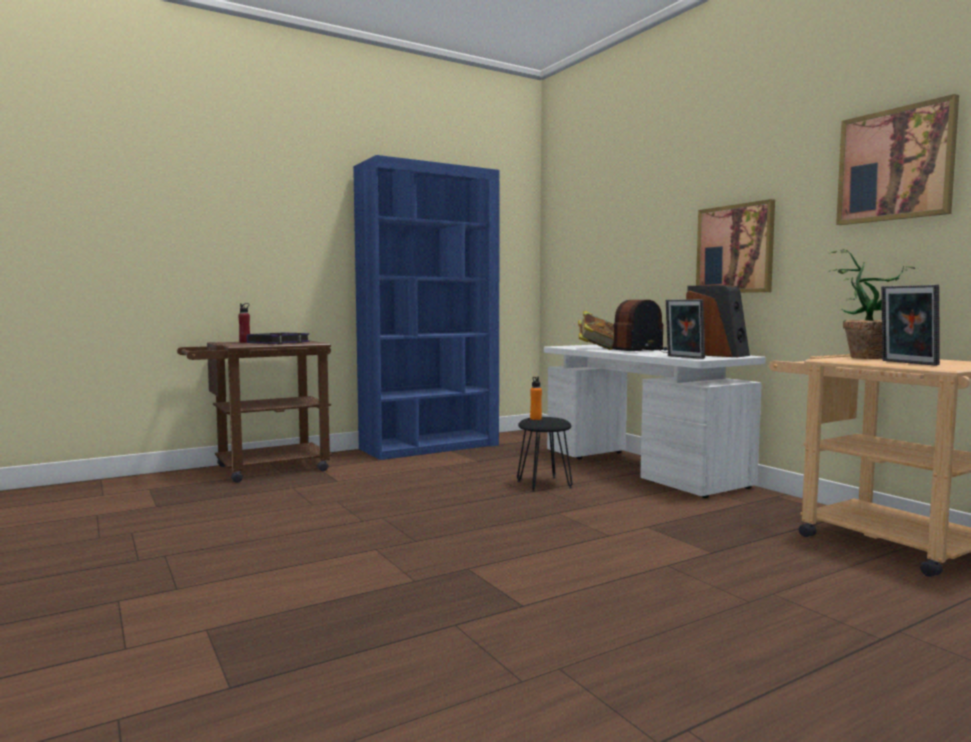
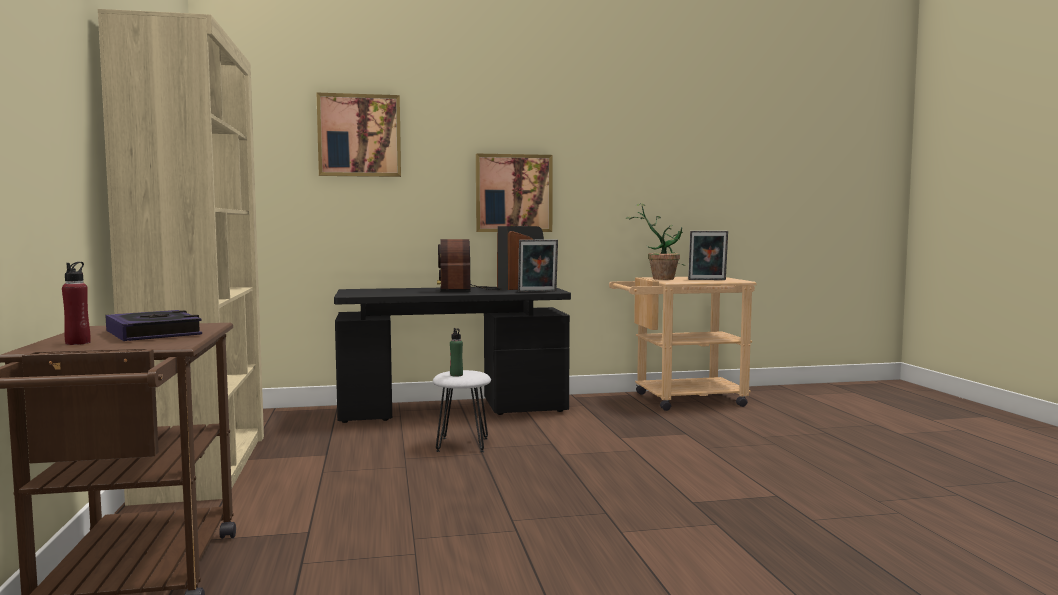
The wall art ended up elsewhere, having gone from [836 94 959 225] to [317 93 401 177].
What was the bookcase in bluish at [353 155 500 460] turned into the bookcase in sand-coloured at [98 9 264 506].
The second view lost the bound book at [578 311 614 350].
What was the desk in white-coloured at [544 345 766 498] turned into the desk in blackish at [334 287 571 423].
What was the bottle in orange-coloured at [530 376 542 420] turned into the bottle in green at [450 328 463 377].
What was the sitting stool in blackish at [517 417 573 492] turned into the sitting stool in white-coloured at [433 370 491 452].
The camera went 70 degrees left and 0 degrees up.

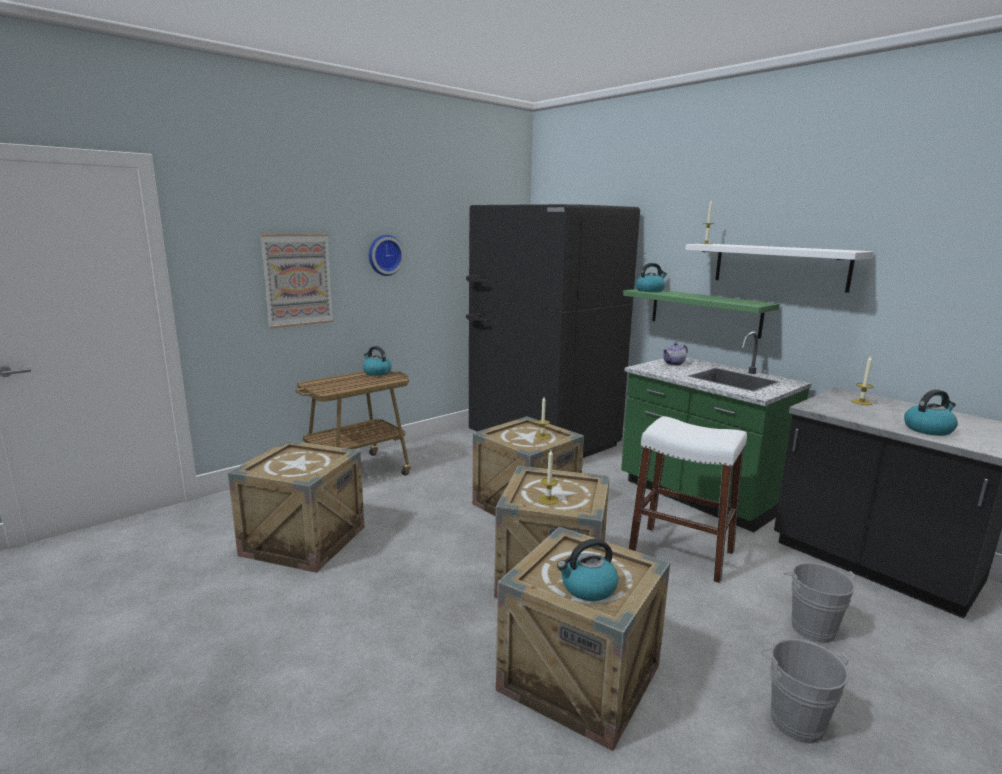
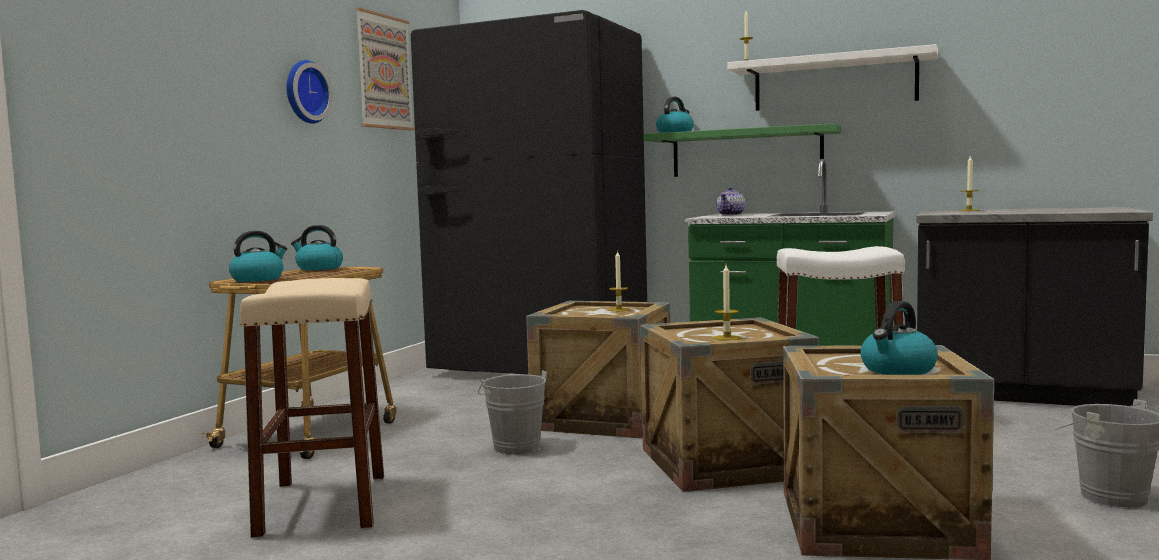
The wall art ended up elsewhere, having gone from [260 234 334 328] to [355 7 415 130].
The kettle ended up elsewhere, having gone from [904 389 958 436] to [229 231 287 282].
Where the crate stood at [228 440 364 573], the sitting stool in sand-coloured came to stand at [240 278 384 538].
The pail in grey ended up elsewhere, having gone from [784 562 856 644] to [478 370 547 455].
The camera went 25 degrees left and 10 degrees down.

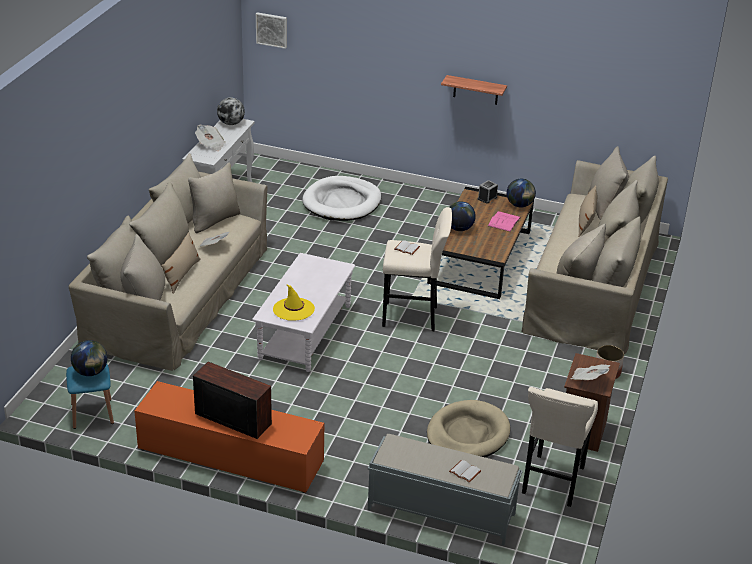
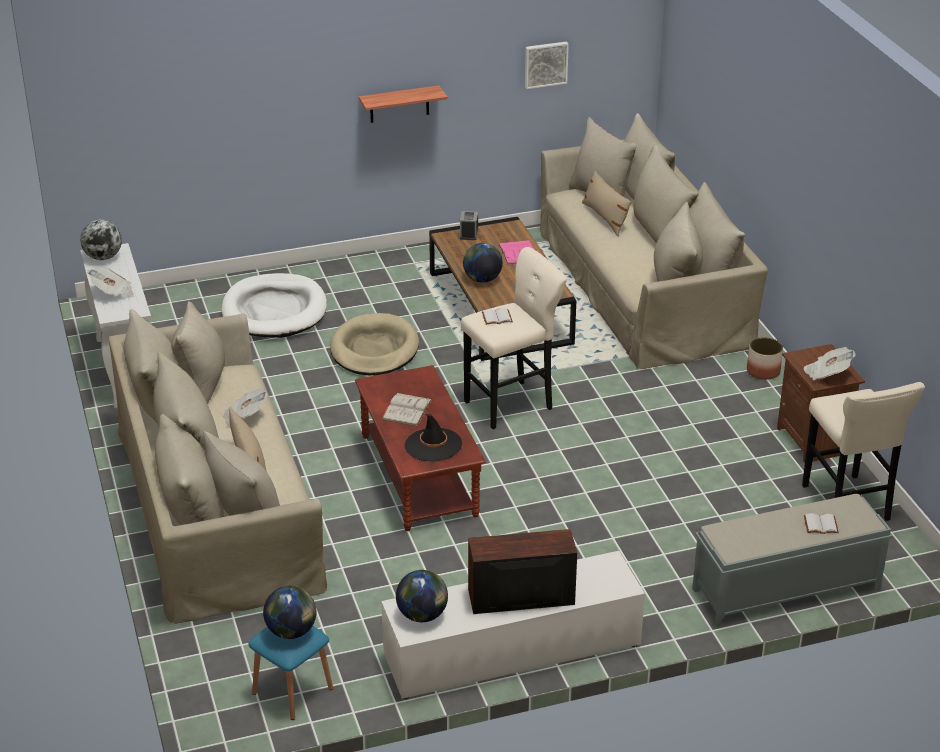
The wall art ended up elsewhere, having gone from [256 12 287 49] to [525 41 569 89].
The world globe ended up elsewhere, having gone from [507 179 536 207] to [396 570 448 622].
What was the lounge table in white-coloured at [252 253 355 372] turned into the lounge table in brown-coloured at [355 365 486 531].
What was the hat in yellow at [273 284 315 321] turned into the hat in blackish at [404 414 462 461].
What was the media console in orange-coloured at [134 381 324 493] turned into the media console in white-coloured at [381 551 645 699].
The pet bed in sand-coloured ended up elsewhere, having gone from [427 400 510 457] to [330 313 419 376].
The second view gained the bound book in white-coloured at [382 393 432 427].
The camera went 35 degrees left and 0 degrees up.

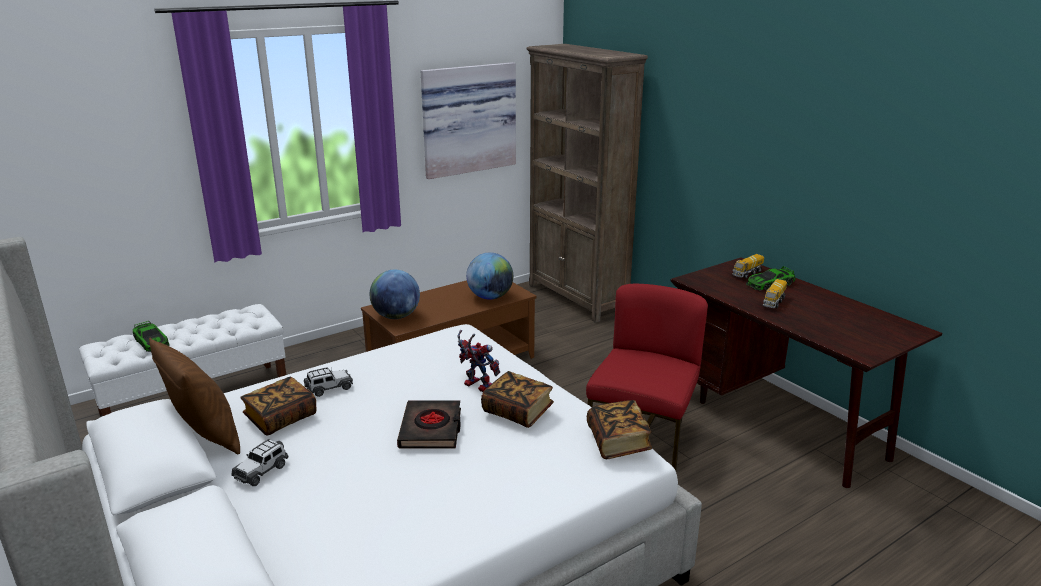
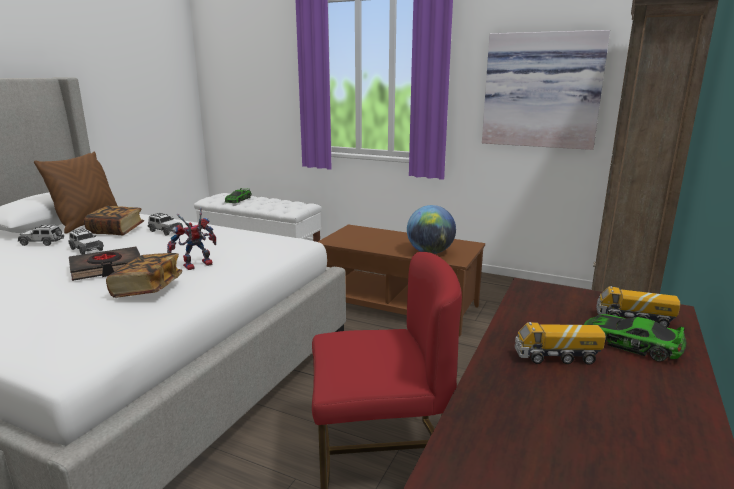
The second view lost the world globe at [370 270 420 319].
The model robot at [457 330 500 392] ended up facing another way, 135 degrees counterclockwise from before.
The second view lost the bound book at [587 400 652 459].
The second view gained the miniature car at [68 228 104 255].
The camera went 60 degrees right and 5 degrees down.

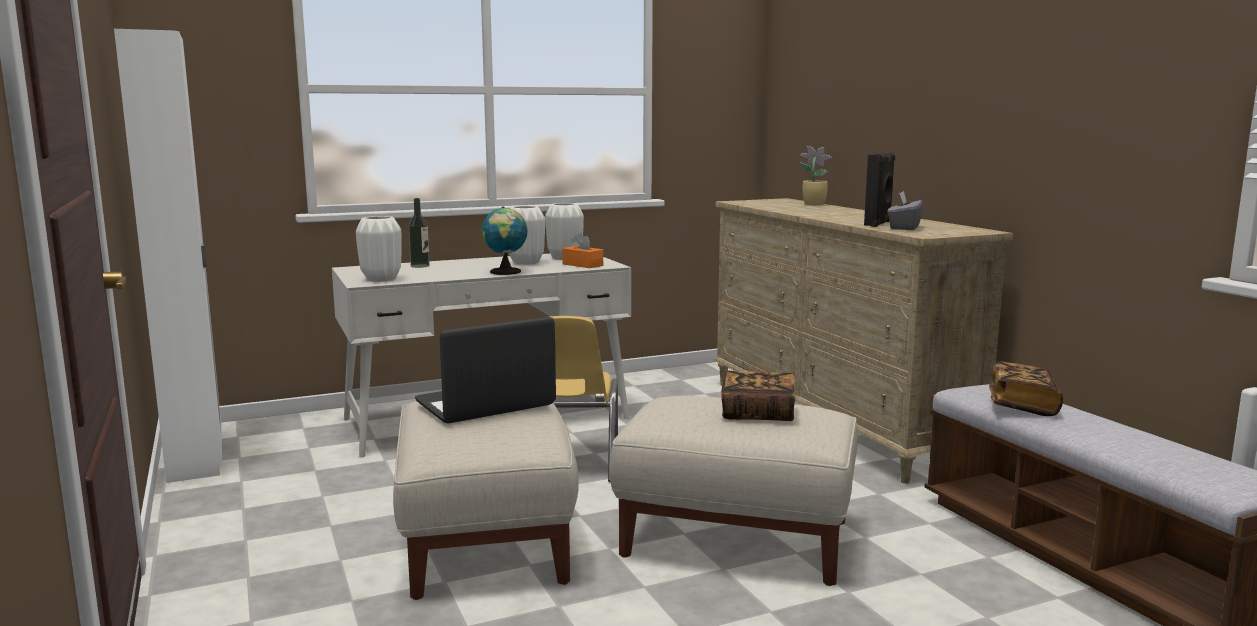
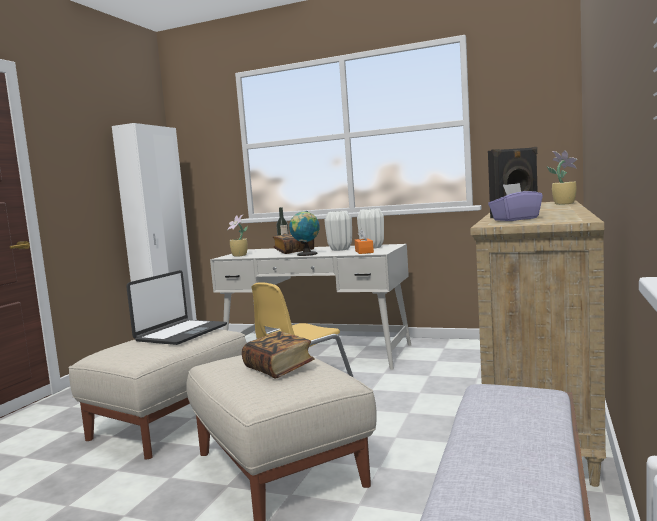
What was the tissue holder in grey at [888 191 923 230] turned into the tissue holder in purple at [488 183 543 221].
Where the decorative vase in white-coloured stood at [356 216 402 282], the potted plant came to stand at [227 215 248 257].
The notebook computer at [415 317 556 424] ended up facing another way, 105 degrees clockwise from before.
The bound book ended up elsewhere, having gone from [989 361 1063 416] to [273 234 314 254].
The camera went 45 degrees right and 5 degrees down.

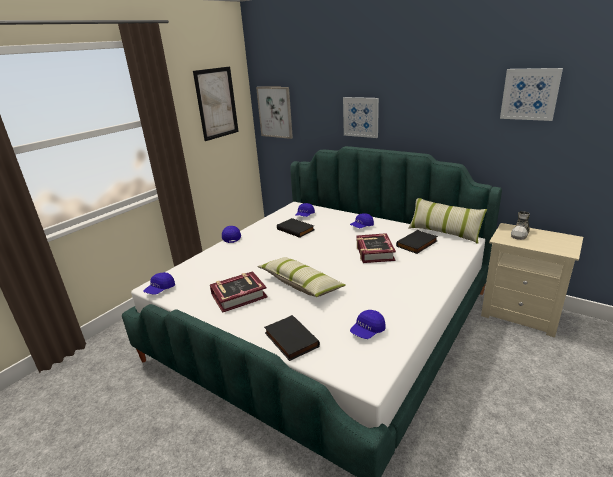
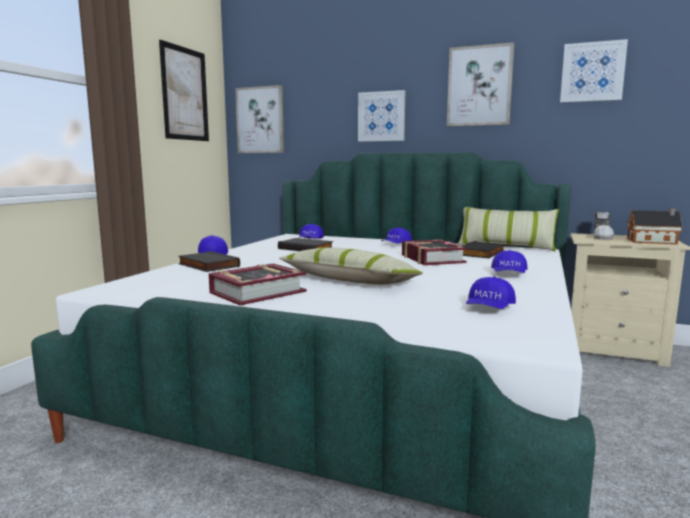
The cap in bluish ended up elsewhere, having gone from [143 272 175 294] to [491 250 527 273].
The bound book in blackish ended up elsewhere, having gone from [264 315 320 361] to [178 251 240 272].
The second view gained the wall art at [447 42 514 126].
The second view gained the toy house at [627 208 683 244].
The camera went 15 degrees left and 15 degrees down.

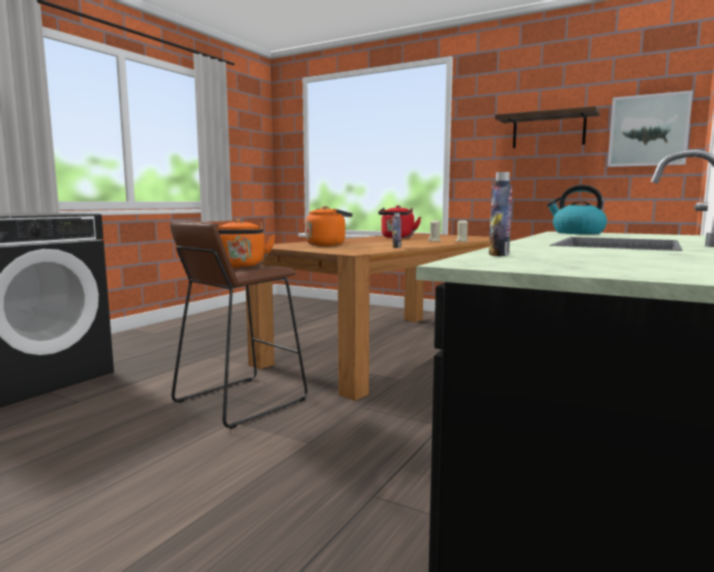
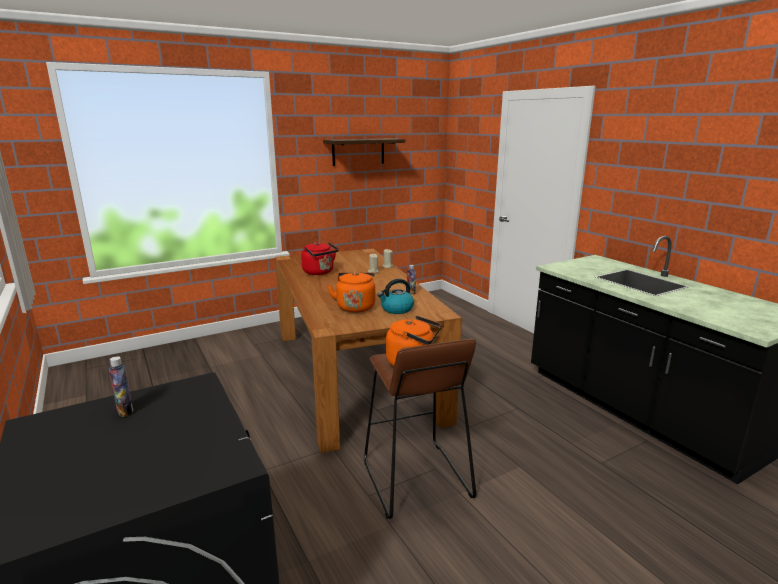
The second view lost the wall art at [607 90 693 167].
The bottle ended up elsewhere, having gone from [489 172 512 256] to [109 356 133 417].
The kettle ended up elsewhere, having gone from [547 185 607 234] to [378 279 414 314].
The camera went 60 degrees left and 10 degrees up.

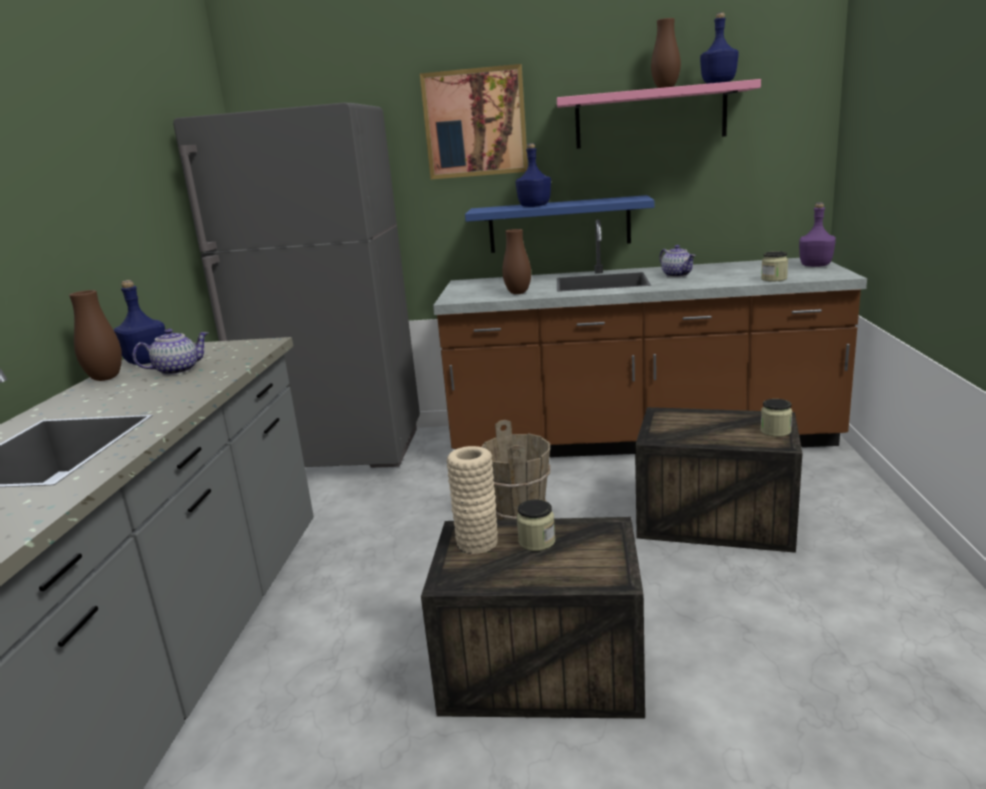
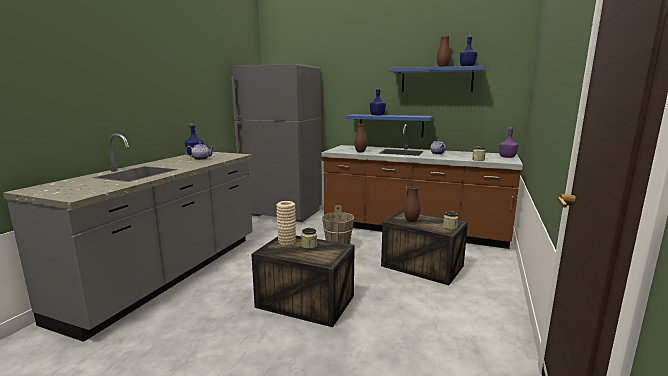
The second view lost the wall art at [420 64 528 179].
What was the shelf in pink-coloured at [557 79 761 149] turned into the shelf in bluish at [389 66 484 92].
The decorative vase in brown-coloured ended up elsewhere, having gone from [69 290 122 381] to [404 186 421 222].
The camera went 15 degrees right and 5 degrees down.

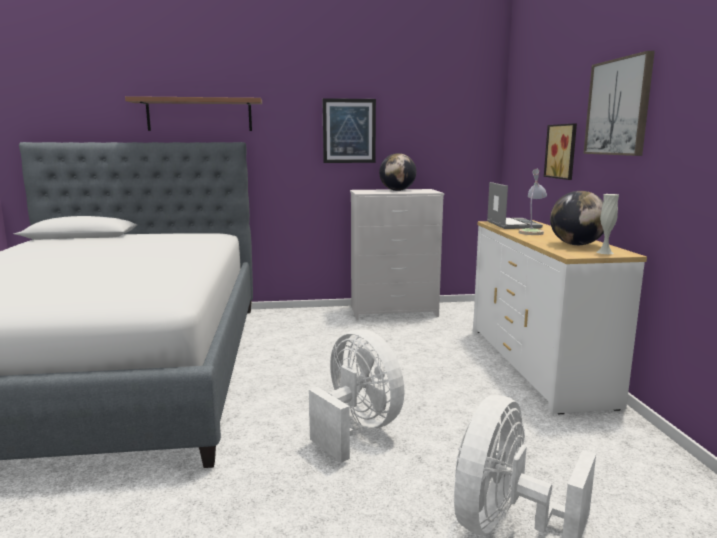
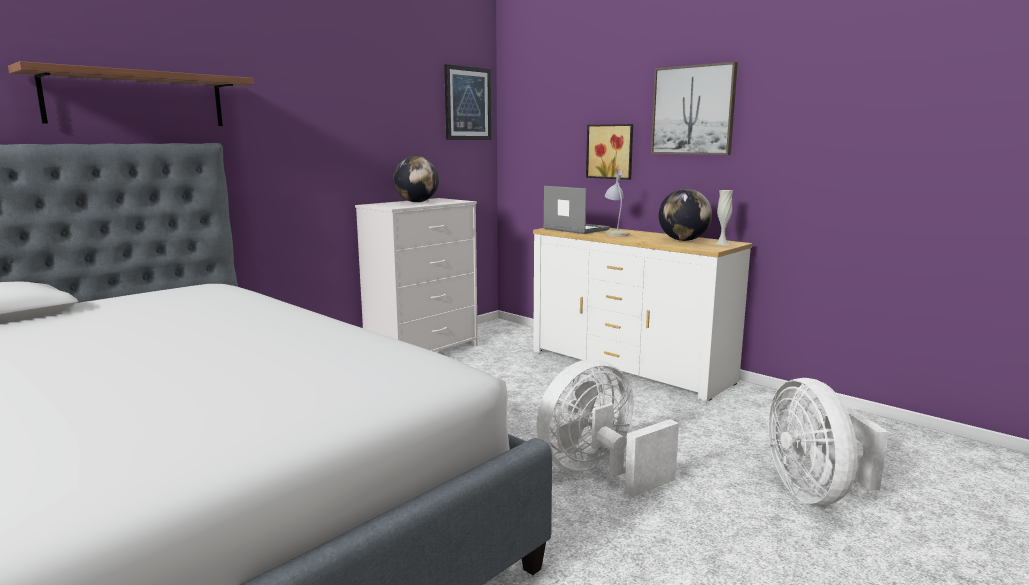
The wall art ended up elsewhere, having gone from [322 98 376 163] to [444 64 491 140].
The cooling fan in white-coloured at [309 330 405 463] ended up facing another way, 45 degrees counterclockwise from before.
The camera went 40 degrees left and 0 degrees up.

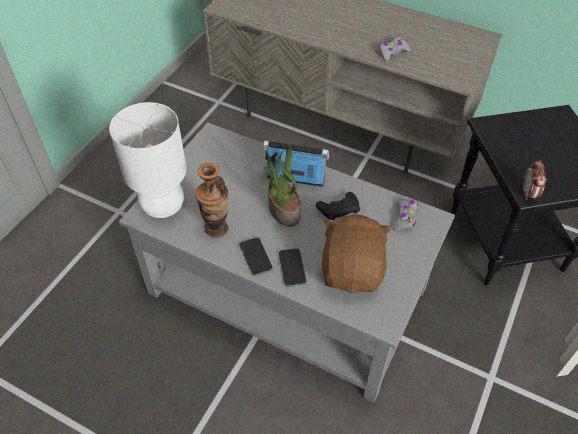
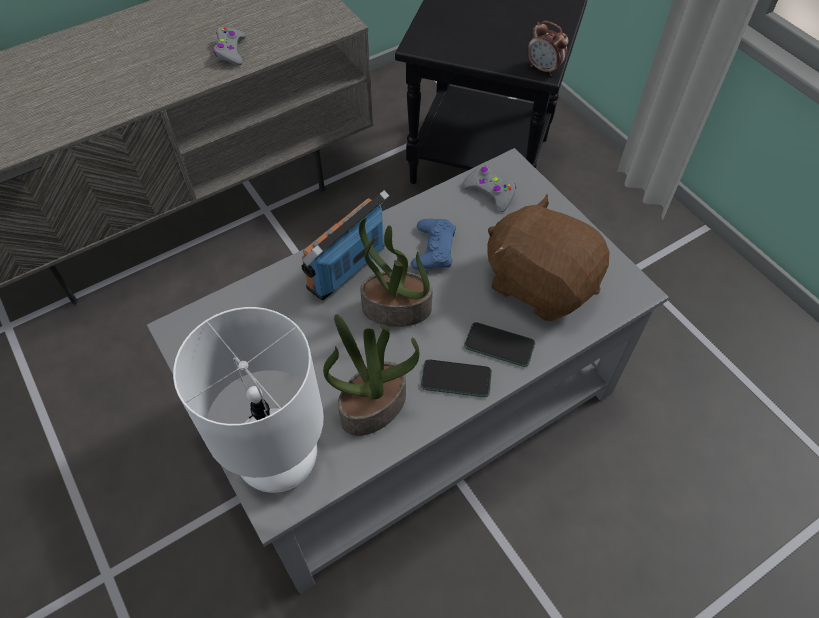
Where the decorative vase stood at [195 163 229 238], the potted plant came to stand at [323 314 419 436].
What was the game controller in blackish at [316 192 360 220] turned into the game controller in bluish at [411 219 456 270].
The camera went 60 degrees left and 5 degrees up.

